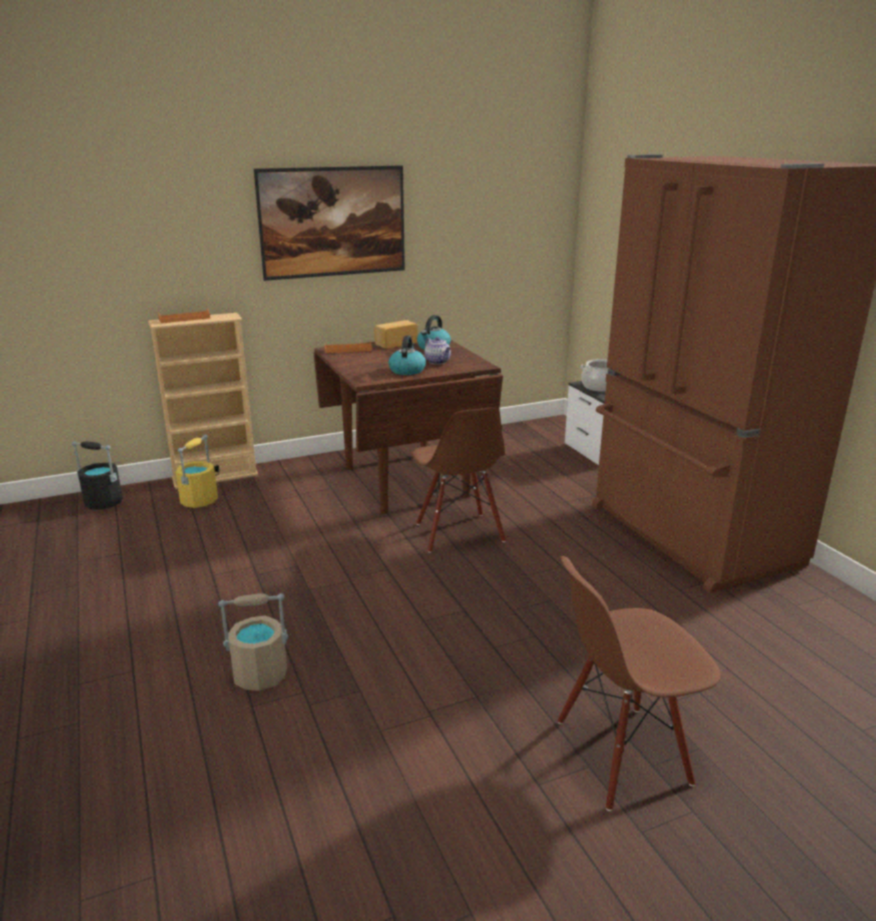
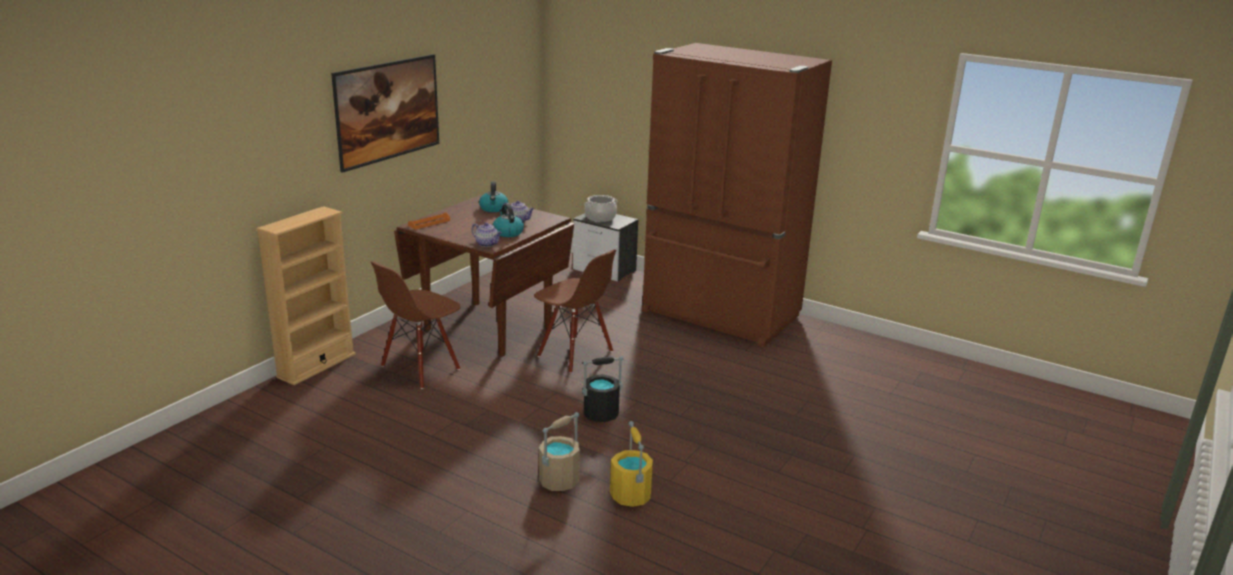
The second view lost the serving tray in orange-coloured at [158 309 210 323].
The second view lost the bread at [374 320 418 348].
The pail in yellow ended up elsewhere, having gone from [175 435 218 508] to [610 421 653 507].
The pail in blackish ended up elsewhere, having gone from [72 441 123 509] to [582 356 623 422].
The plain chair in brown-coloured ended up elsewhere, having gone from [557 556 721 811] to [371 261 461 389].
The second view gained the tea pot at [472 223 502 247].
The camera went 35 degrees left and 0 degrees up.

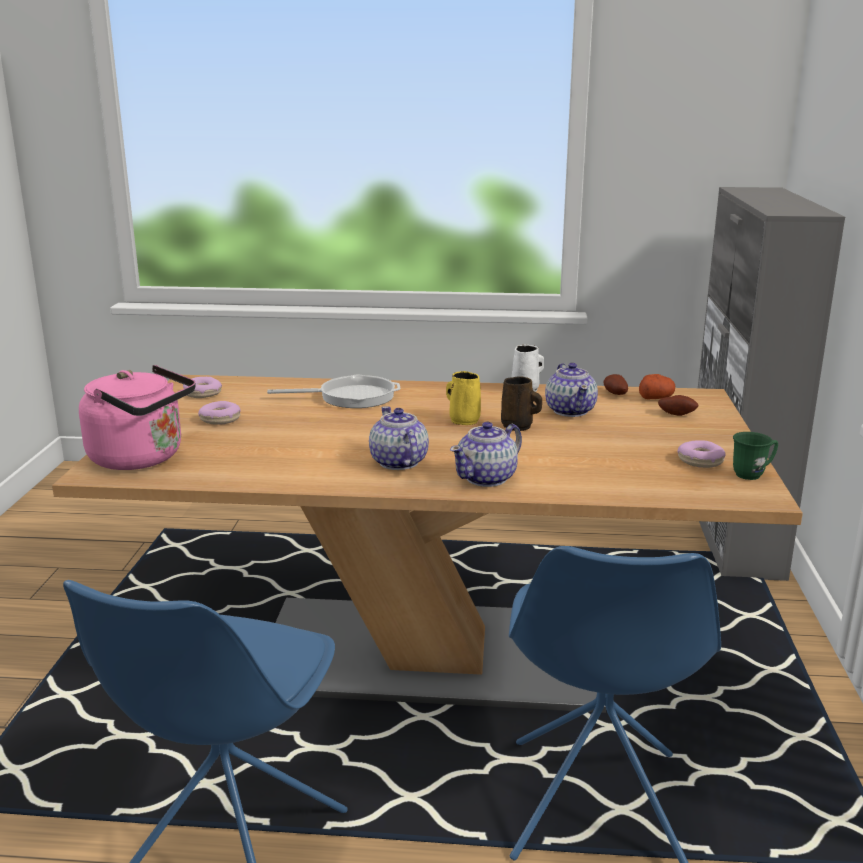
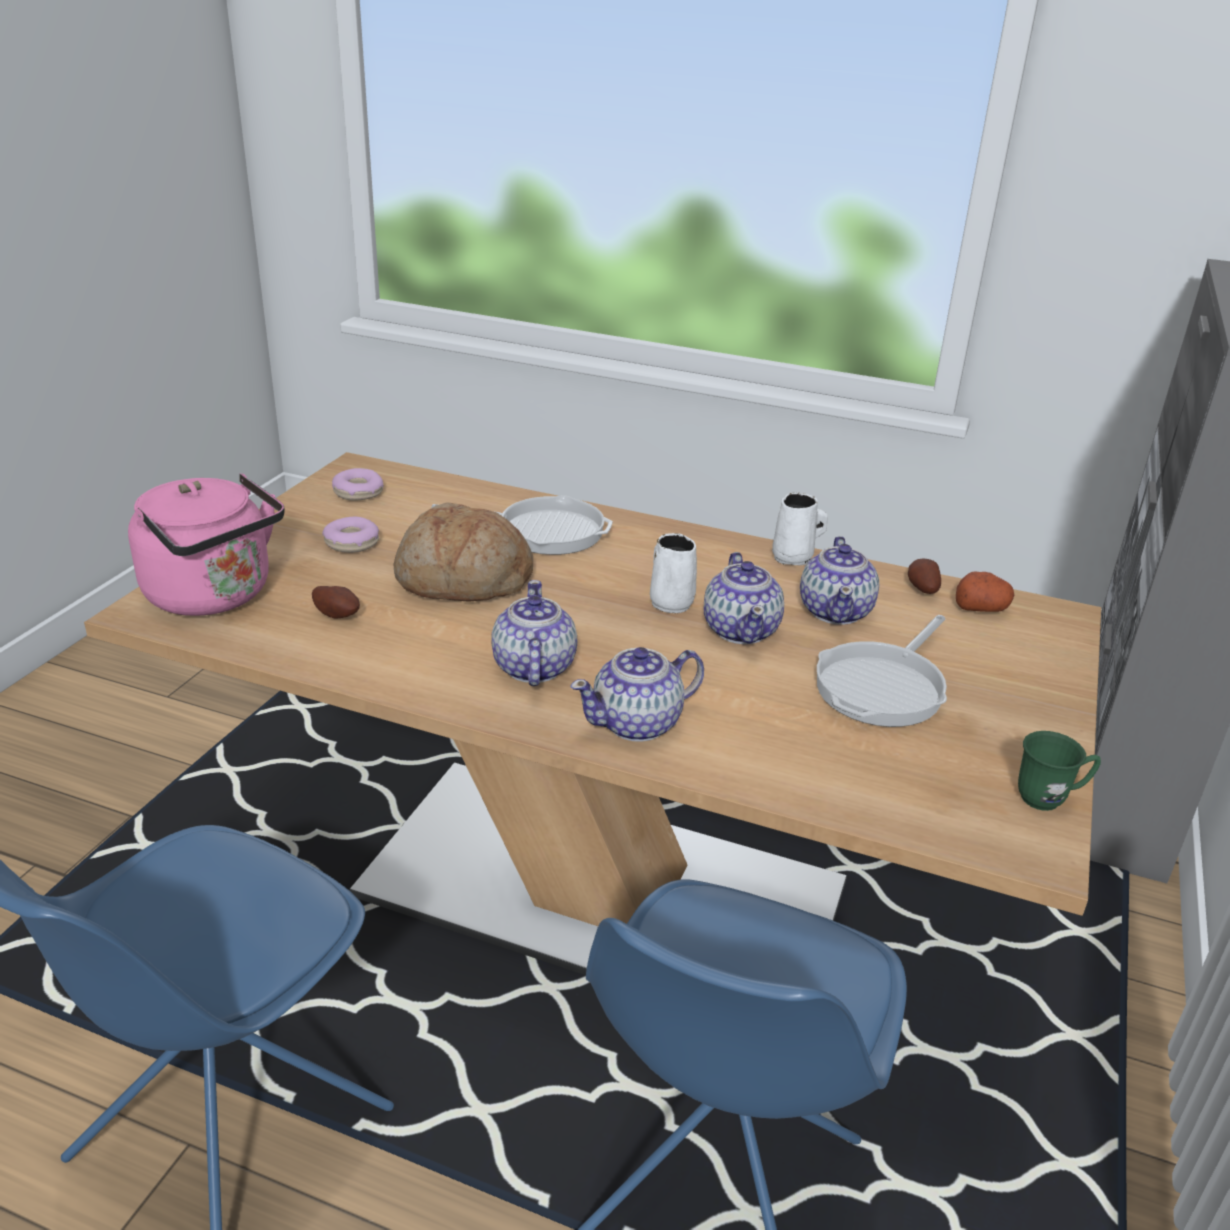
What was the tea mug in yellow at [446 371 481 425] turned into the tea mug in white-coloured at [650 533 697 613].
Where the tea mug in brown-coloured stood at [501 376 542 431], the tea pot came to stand at [703 552 784 644].
The spud ended up elsewhere, having gone from [658 395 699 416] to [312 586 360 618].
The second view lost the doughnut at [678 440 726 468].
The second view gained the bread at [393 502 533 602].
The second view gained the skillet at [817 615 947 727].
The camera went 15 degrees right and 10 degrees up.

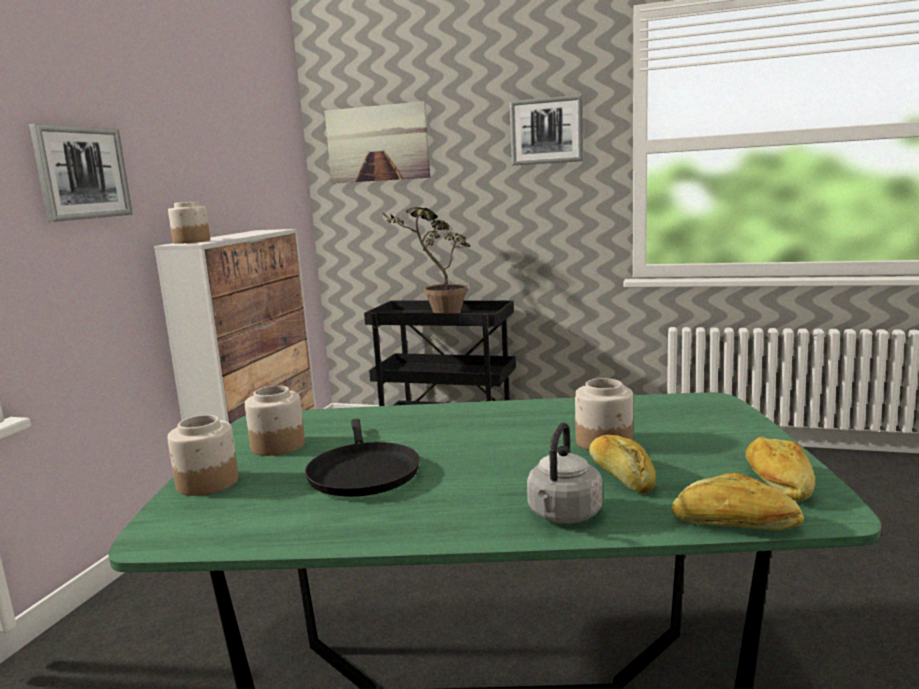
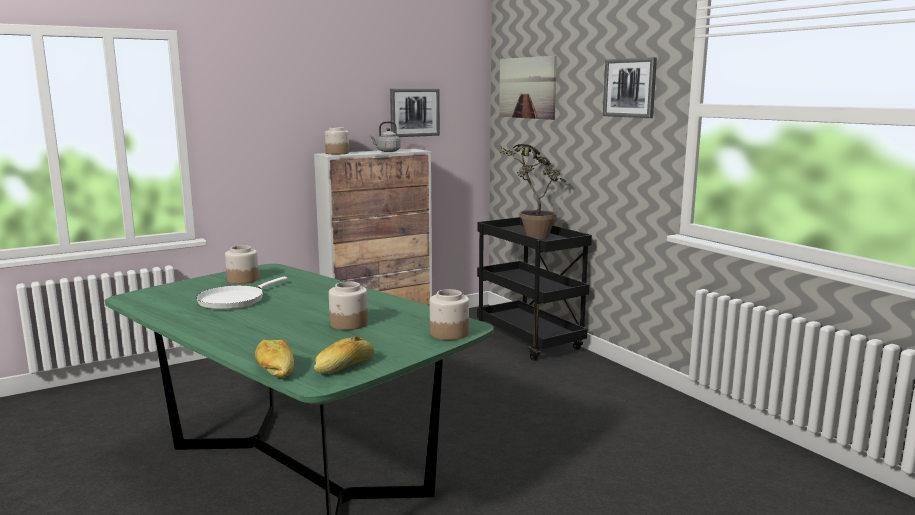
The wall art ended up elsewhere, having gone from [29 124 133 222] to [390 89 440 137].
The preserve jar ended up elsewhere, having gone from [167 415 238 496] to [430 289 469 340].
What was the skillet in blackish at [305 419 420 497] turned into the skillet in white-coloured at [196 277 287 309].
The kettle in grey ended up elsewhere, having gone from [527 423 602 524] to [370 121 401 152].
The second view lost the bread at [589 435 656 493].
The camera went 40 degrees right and 0 degrees up.

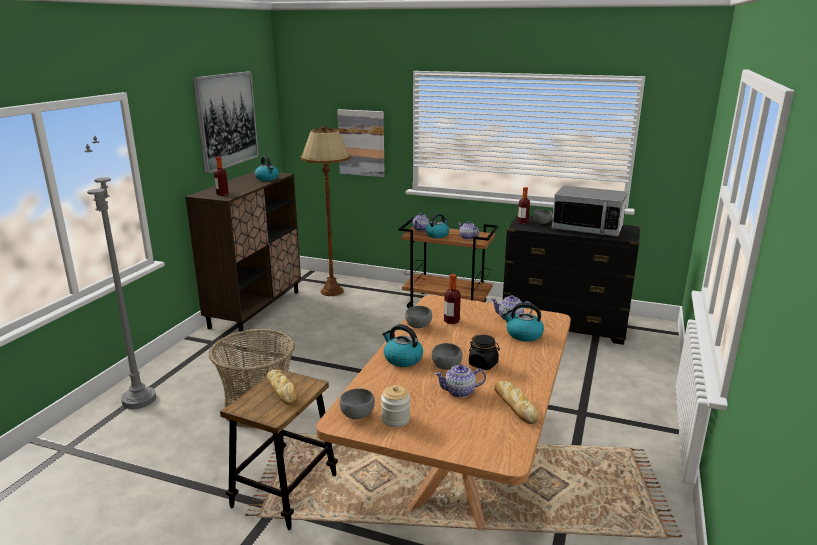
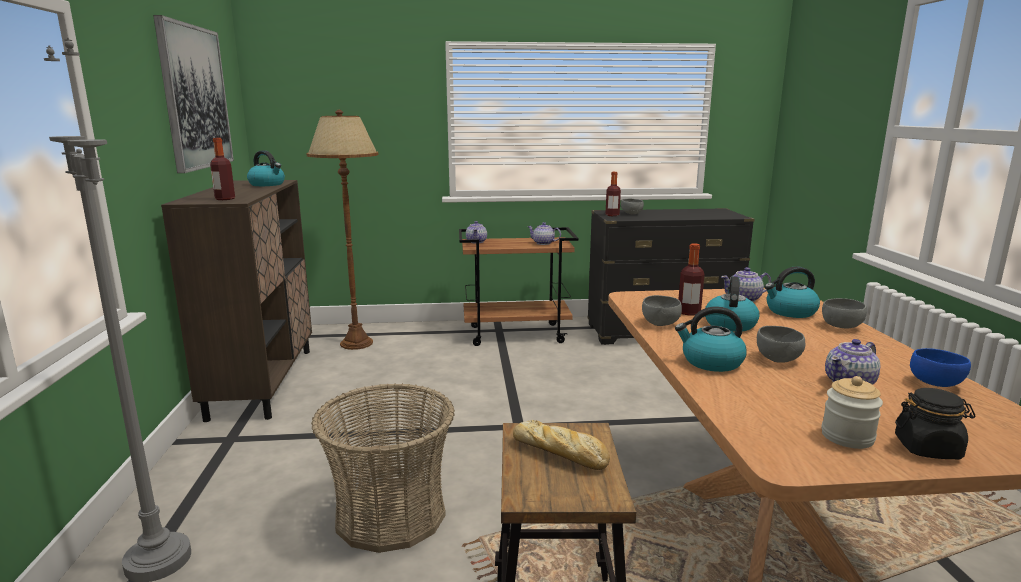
The second view lost the wall art at [337 109 385 177].
The second view lost the microwave oven at [552 185 627 236].
The kettle ended up elsewhere, having gone from [426 213 449 238] to [705 276 760 332].
The preserve jar in blackish ended up elsewhere, having gone from [469 335 500 370] to [895 388 975 459].
Where the bread stood at [494 381 538 424], the serving bowl in bluish came to stand at [910 348 971 387].
The serving bowl in grey ended up elsewhere, having gone from [340 388 375 419] to [822 298 867 328].
The camera went 25 degrees left and 5 degrees down.

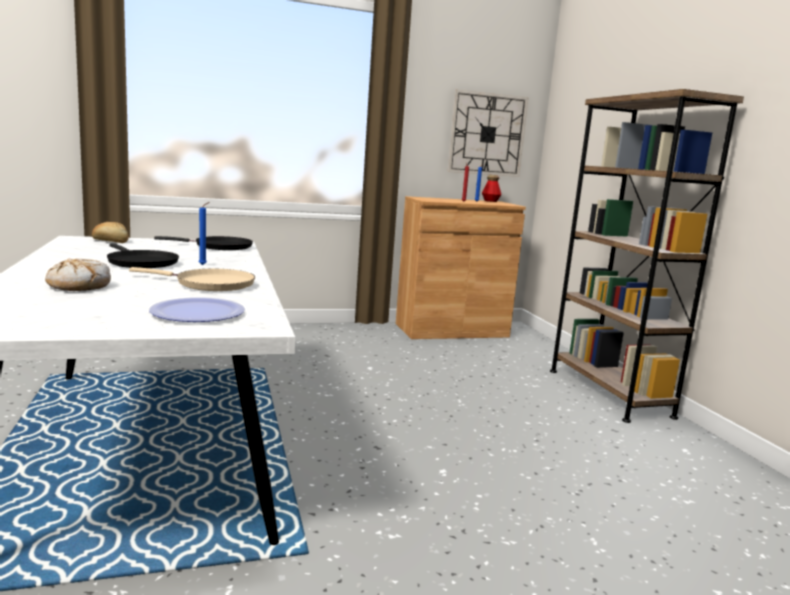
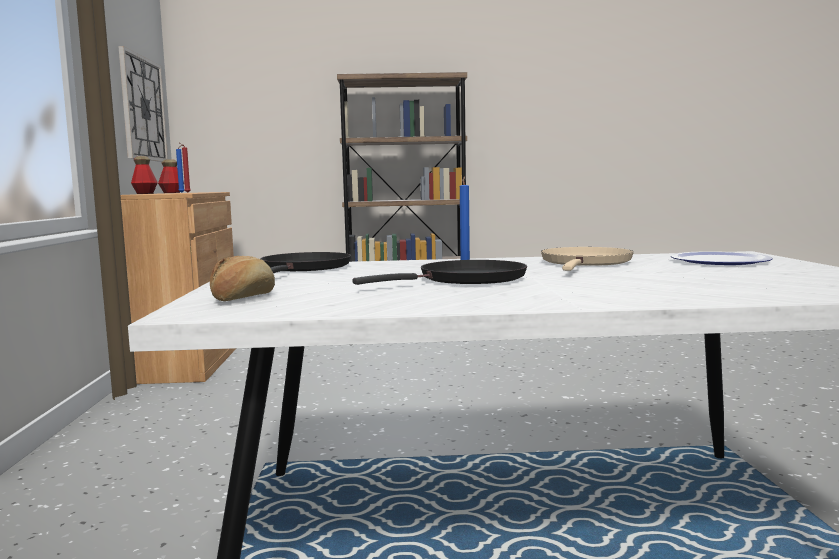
The second view lost the bread at [45 259 111 291].
The second view gained the bottle at [131 156 158 194].
The camera went 75 degrees left and 5 degrees down.

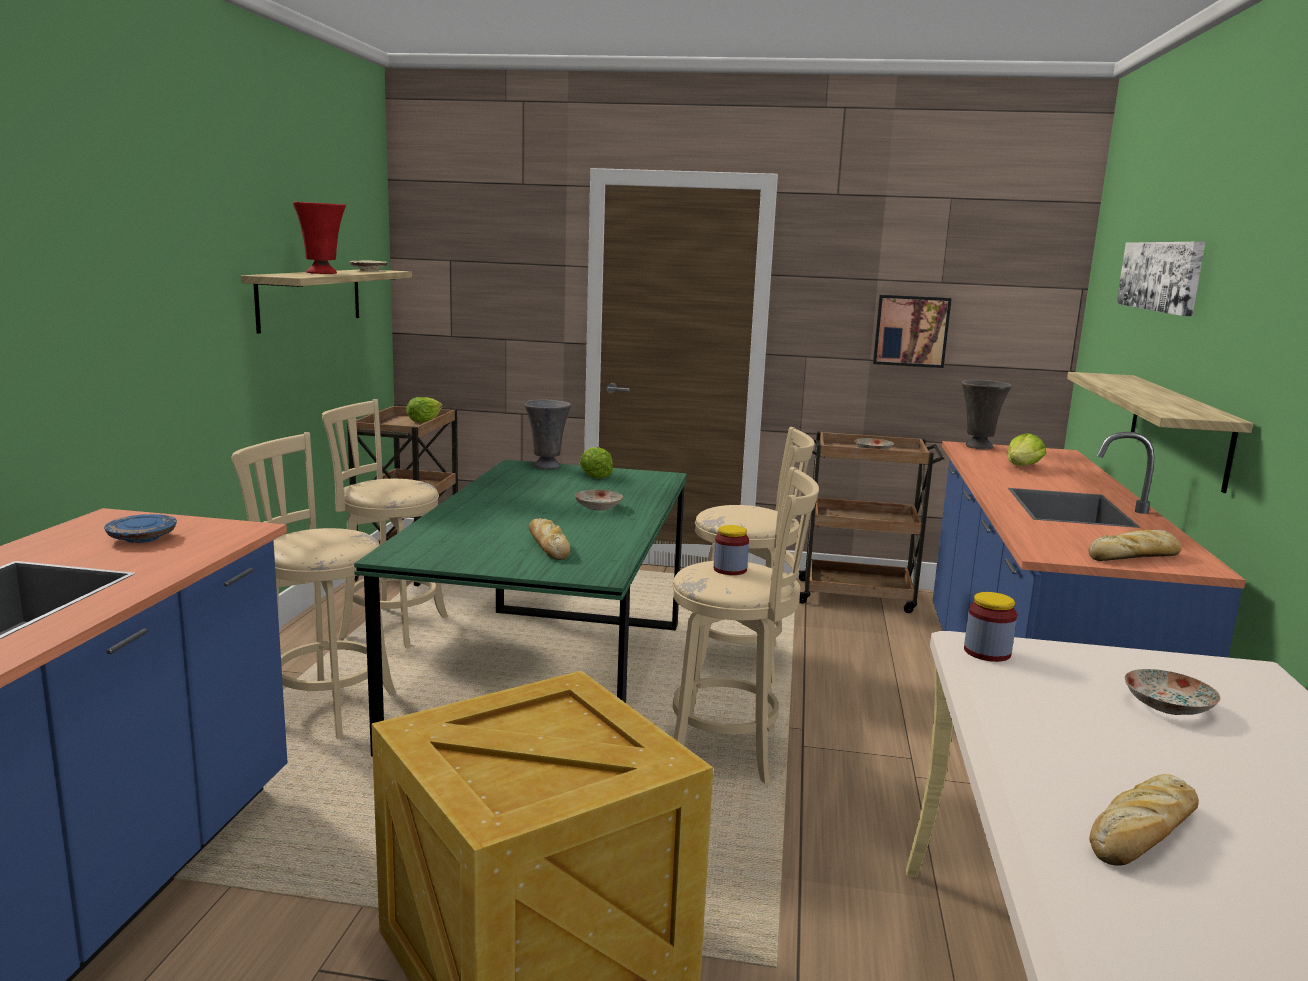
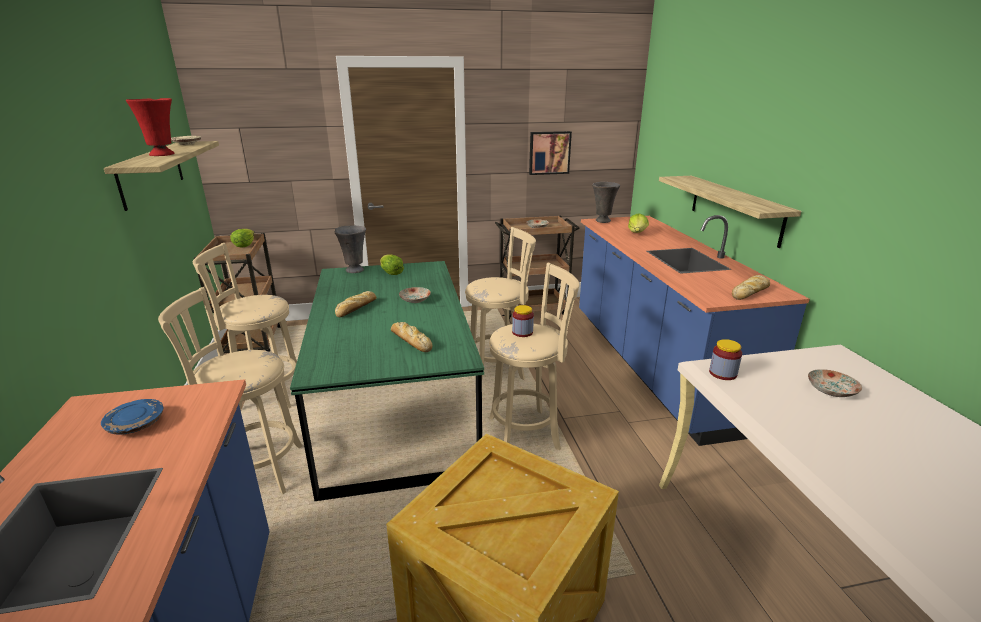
The second view lost the wall art at [1116 242 1205 317].
The bread ended up elsewhere, having gone from [1089 774 1199 866] to [335 291 376 317].
The camera went 20 degrees left and 10 degrees up.

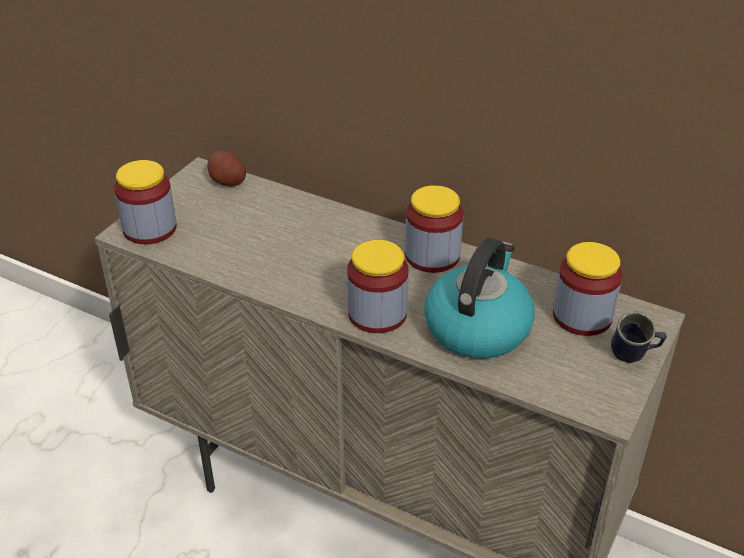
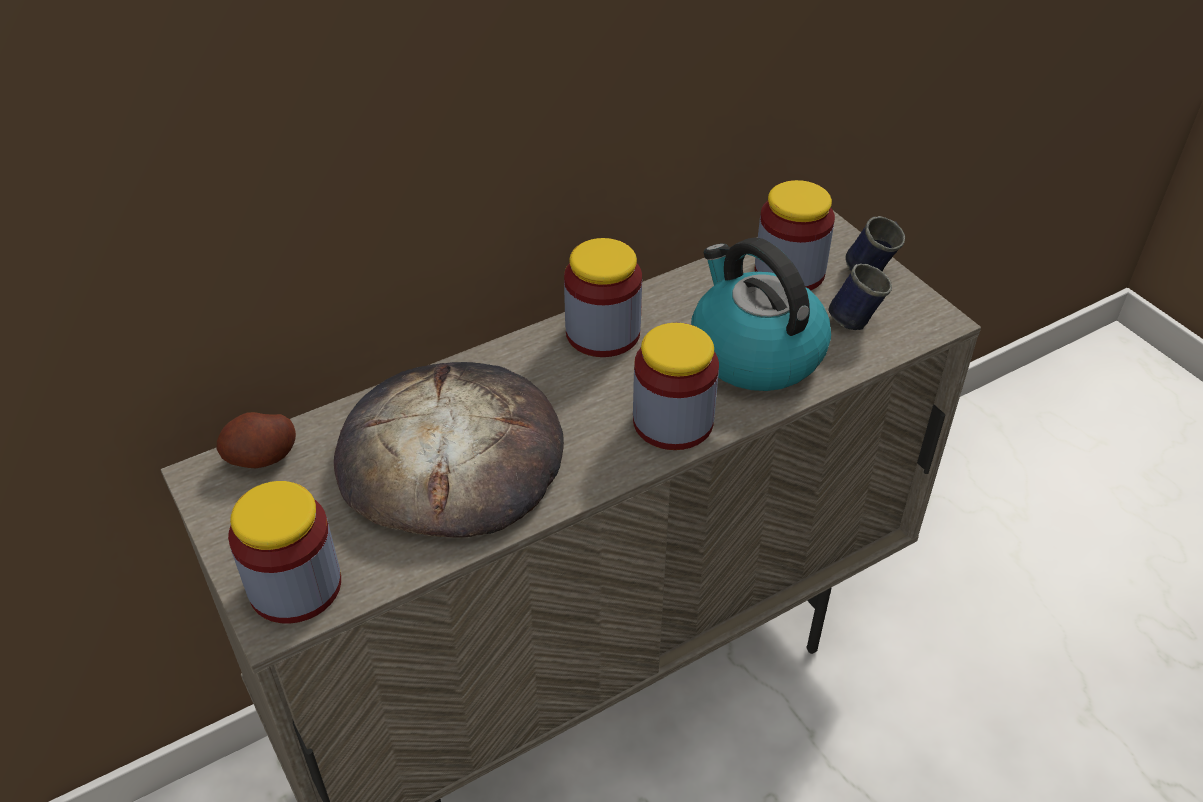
The second view gained the tea mug in bluish at [828 263 892 330].
The second view gained the bread at [334 362 564 538].
The camera went 60 degrees left and 5 degrees up.

